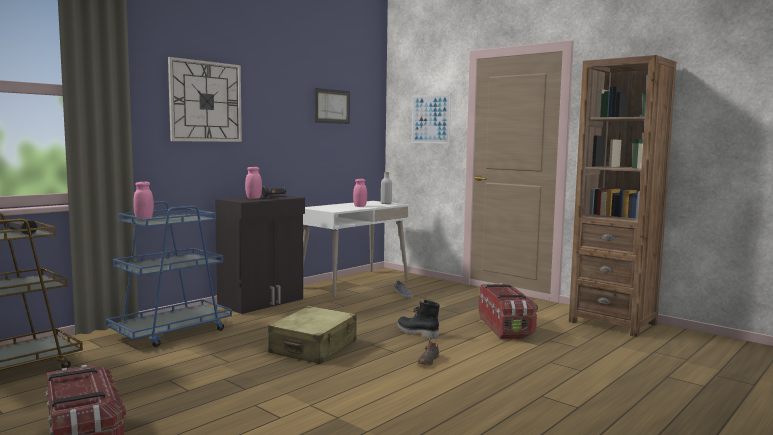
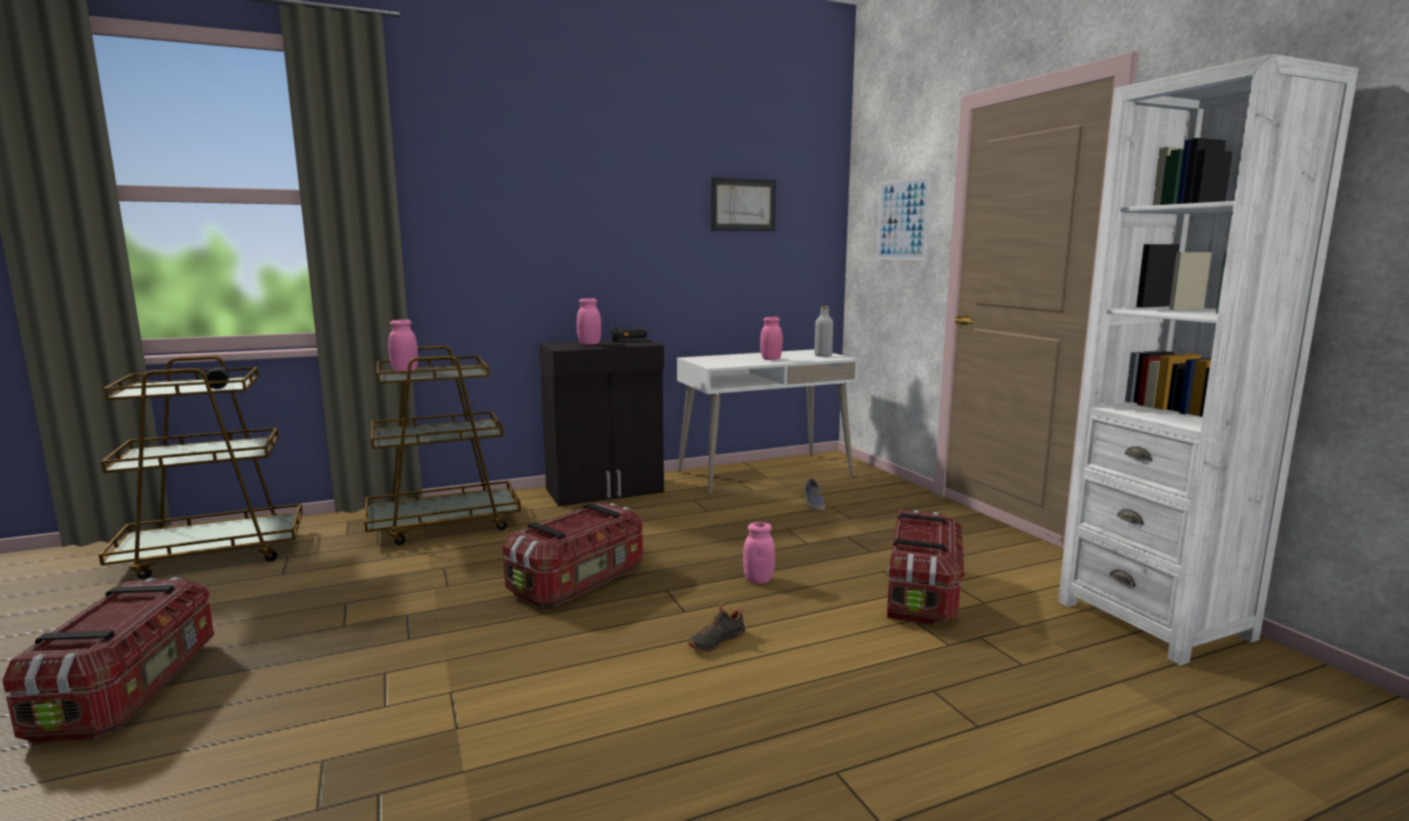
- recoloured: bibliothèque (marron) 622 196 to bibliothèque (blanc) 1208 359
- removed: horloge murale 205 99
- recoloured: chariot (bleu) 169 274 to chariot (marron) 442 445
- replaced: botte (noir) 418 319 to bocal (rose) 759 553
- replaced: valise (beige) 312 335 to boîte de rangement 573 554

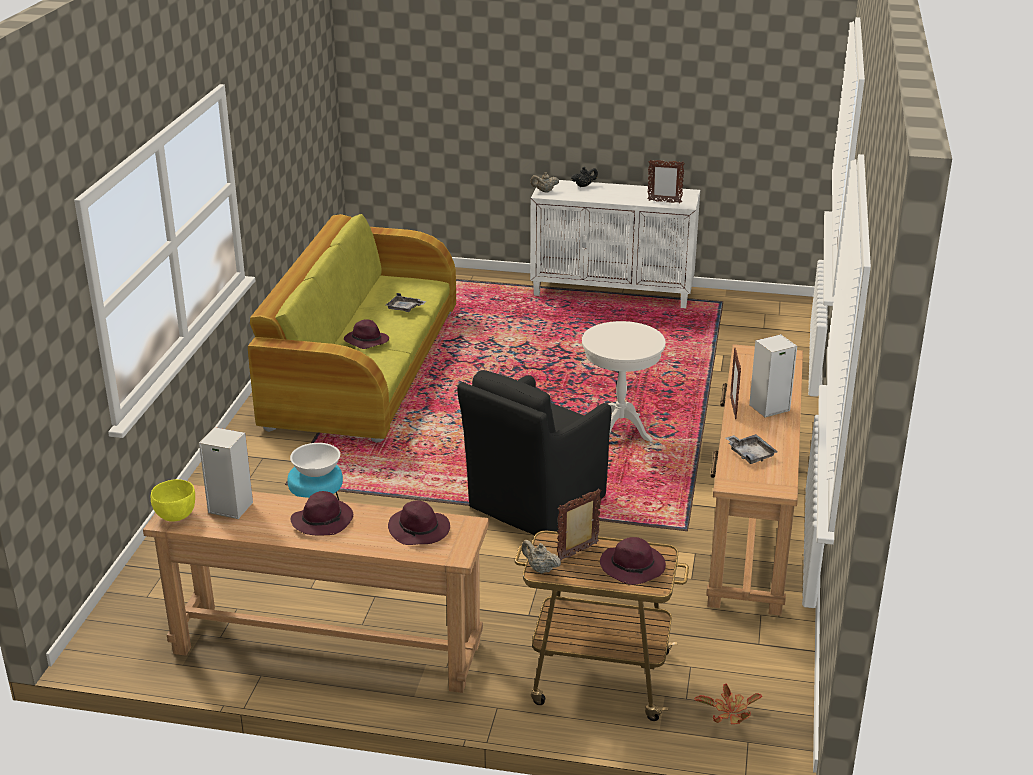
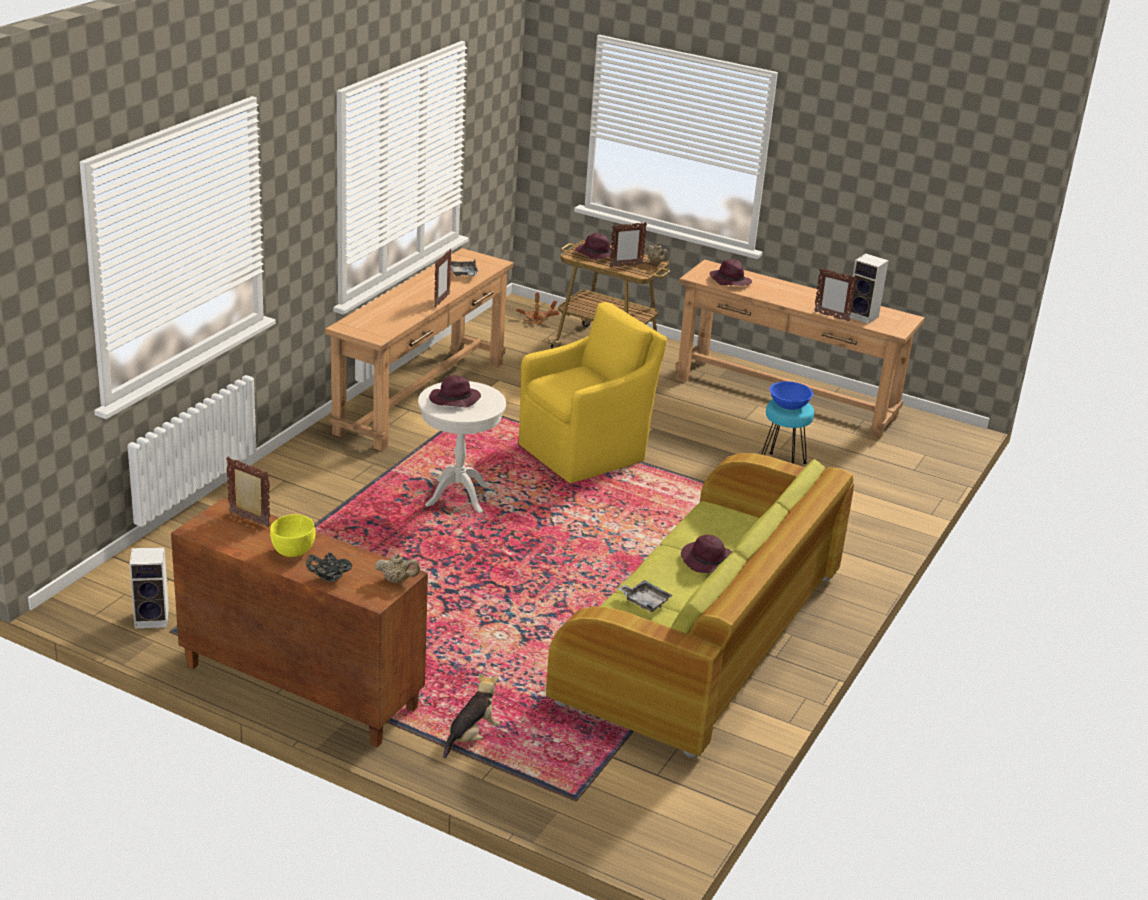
- recoloured: meuble de rangement (blanc) 615 244 to meuble de rangement (marron) 299 622
- moved: enceinte 773 376 to 149 588
- recoloured: fauteuil (noir) 534 452 to fauteuil (jaune) 593 392
- recoloured: bol (blanc) 315 460 to bol (bleu) 791 395
- moved: bol (jaune) 173 500 to 293 535
- moved: chapeau (violet) 322 513 to 455 391
- added: cadre photo 835 295
- added: peluche 471 716

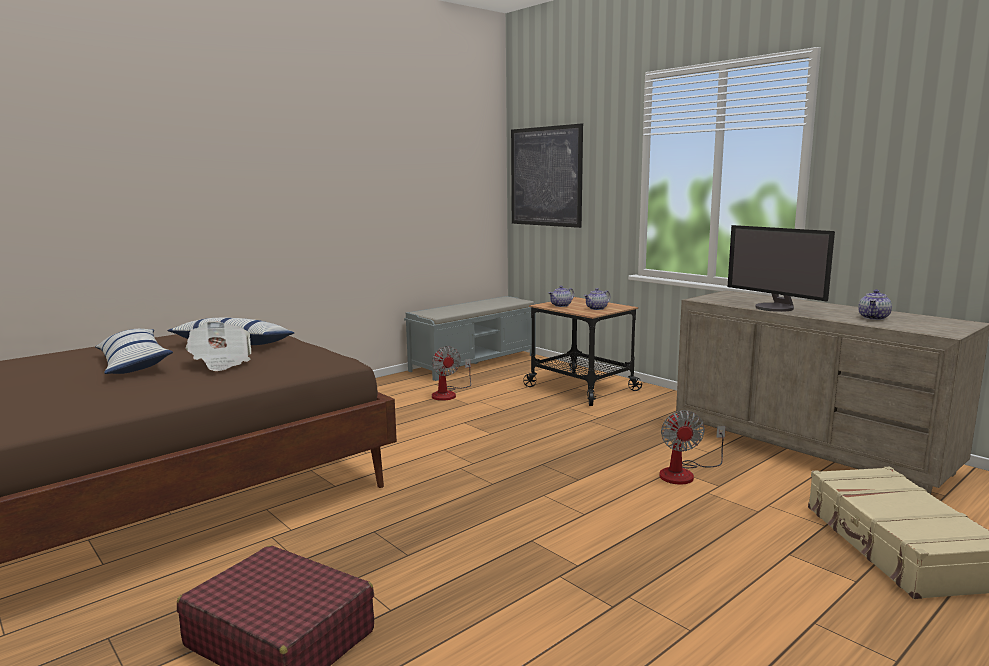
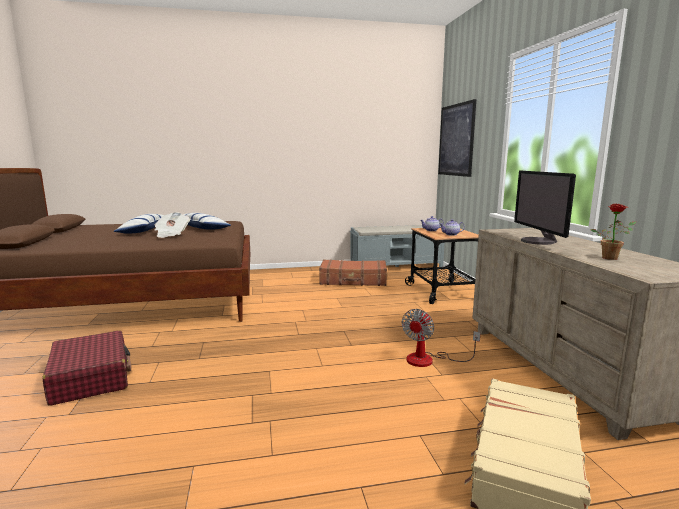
- replaced: théière 875 305 to plante en pot 613 231
- replaced: ventilateur 451 373 to valise (marron) 353 272

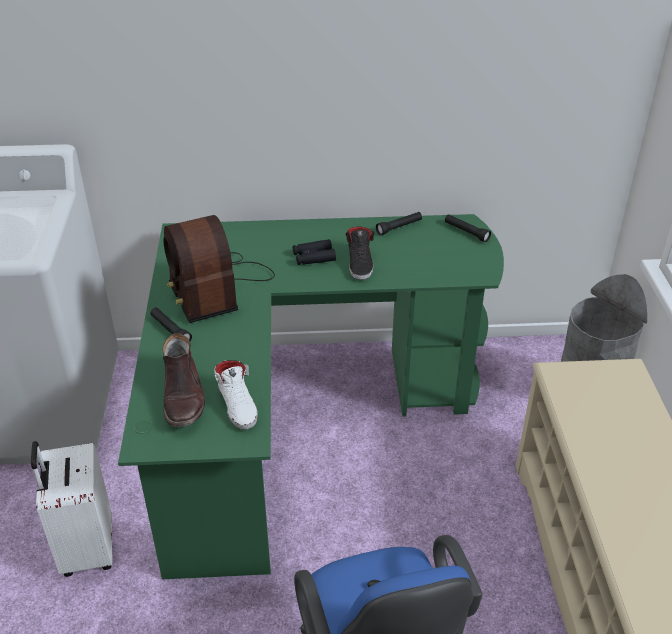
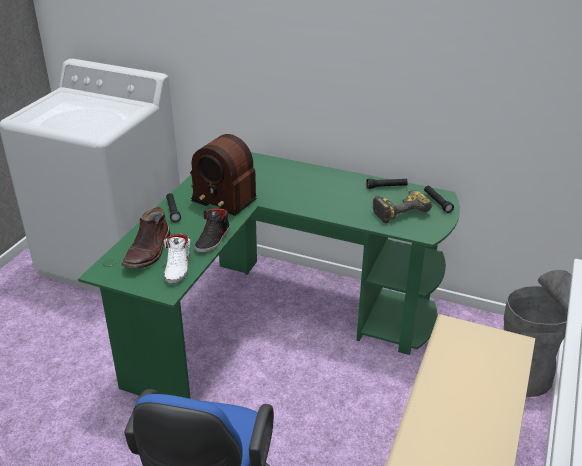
- turned: radio 219 269 = 223 175 60 degrees counterclockwise
- moved: chaussure (noir) 360 253 to 212 230
- removed: jumelles (noir) 314 252
- removed: valise (blanc) 71 509
- added: perceuse 402 206

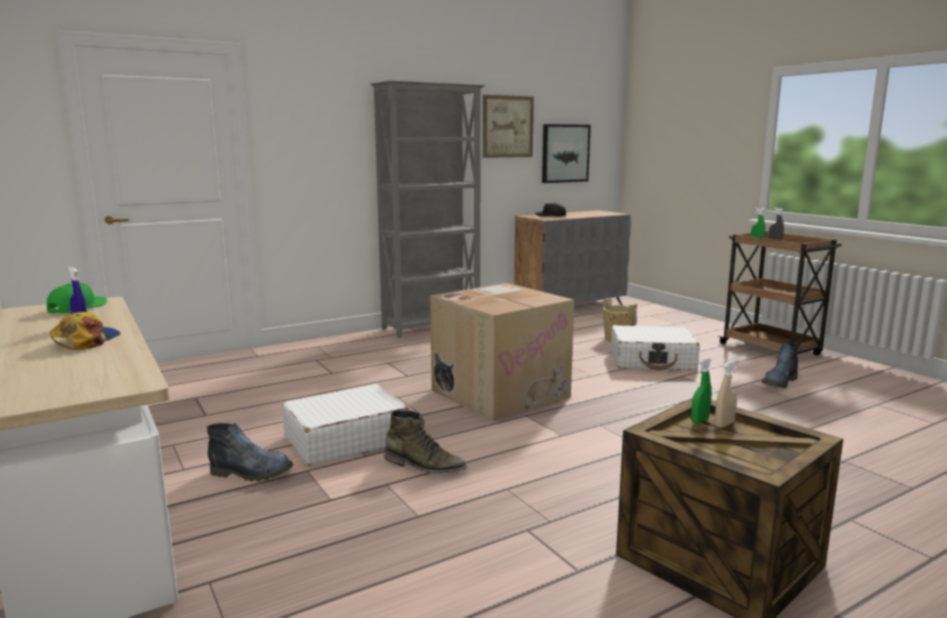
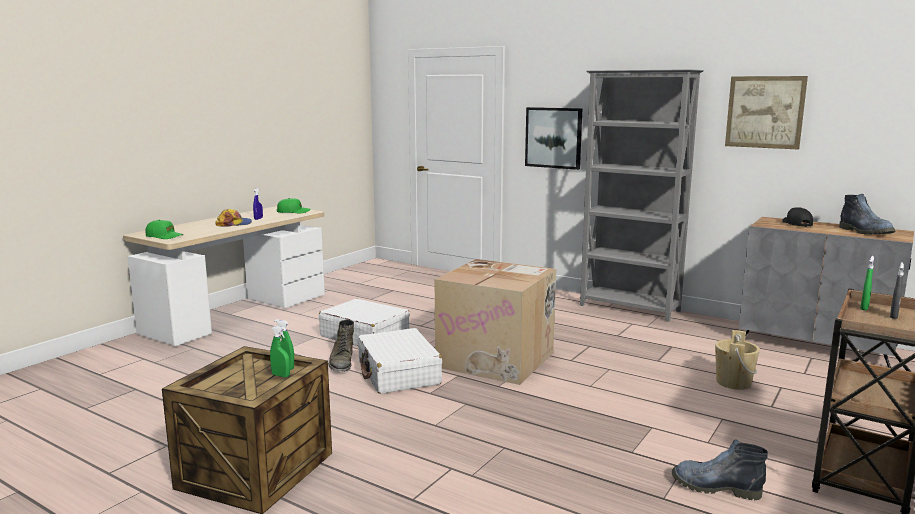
- moved: tableau 566 153 to 554 138
- moved: valise (blanc) 655 348 to 400 361
- recoloured: vaporisateur (beige) 726 394 to vaporisateur (vert) 280 351
- moved: botte 250 452 to 867 214
- added: casquette (vert) 164 229

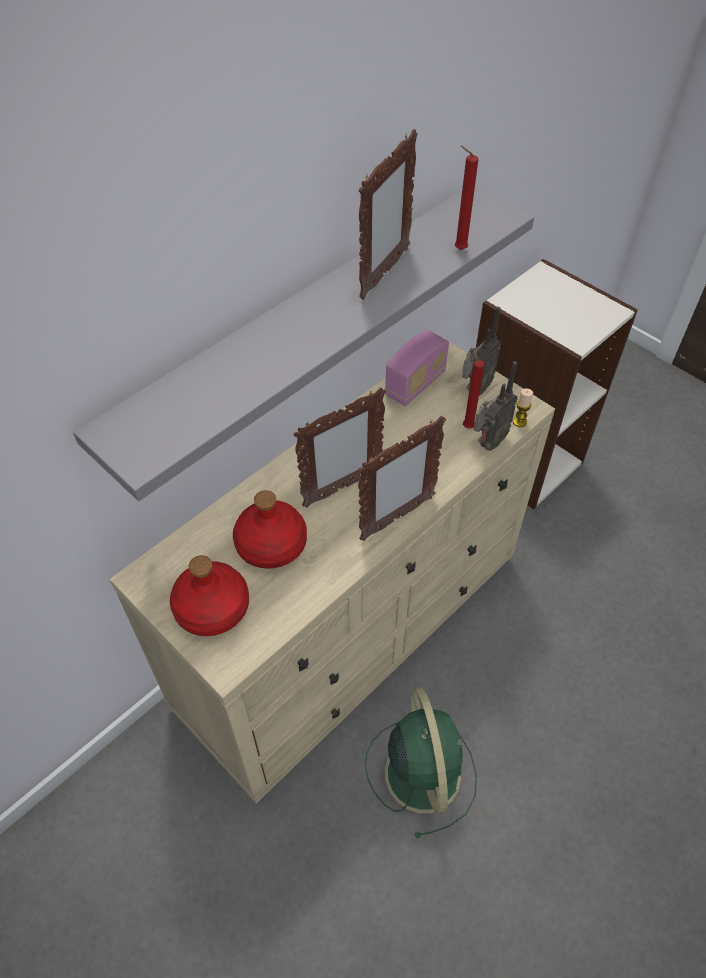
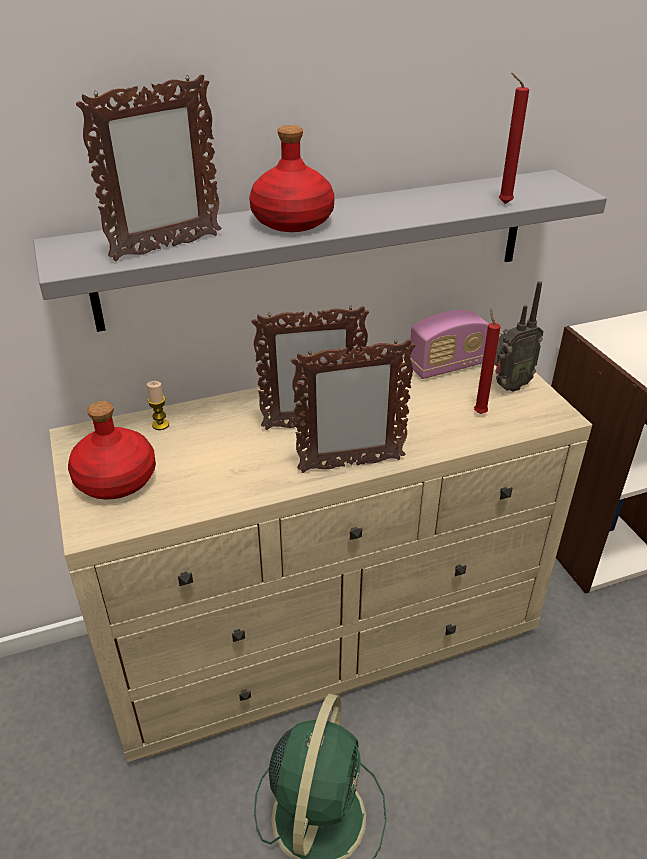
- moved: cadre photo 388 214 to 148 167
- removed: radio 496 406
- moved: bougie 523 407 to 158 405
- moved: bouteille (rouge) 270 529 to 292 178

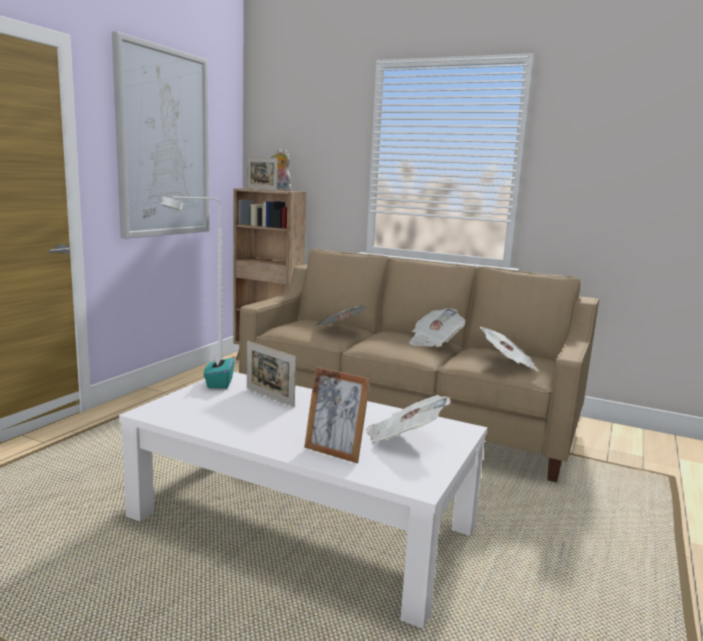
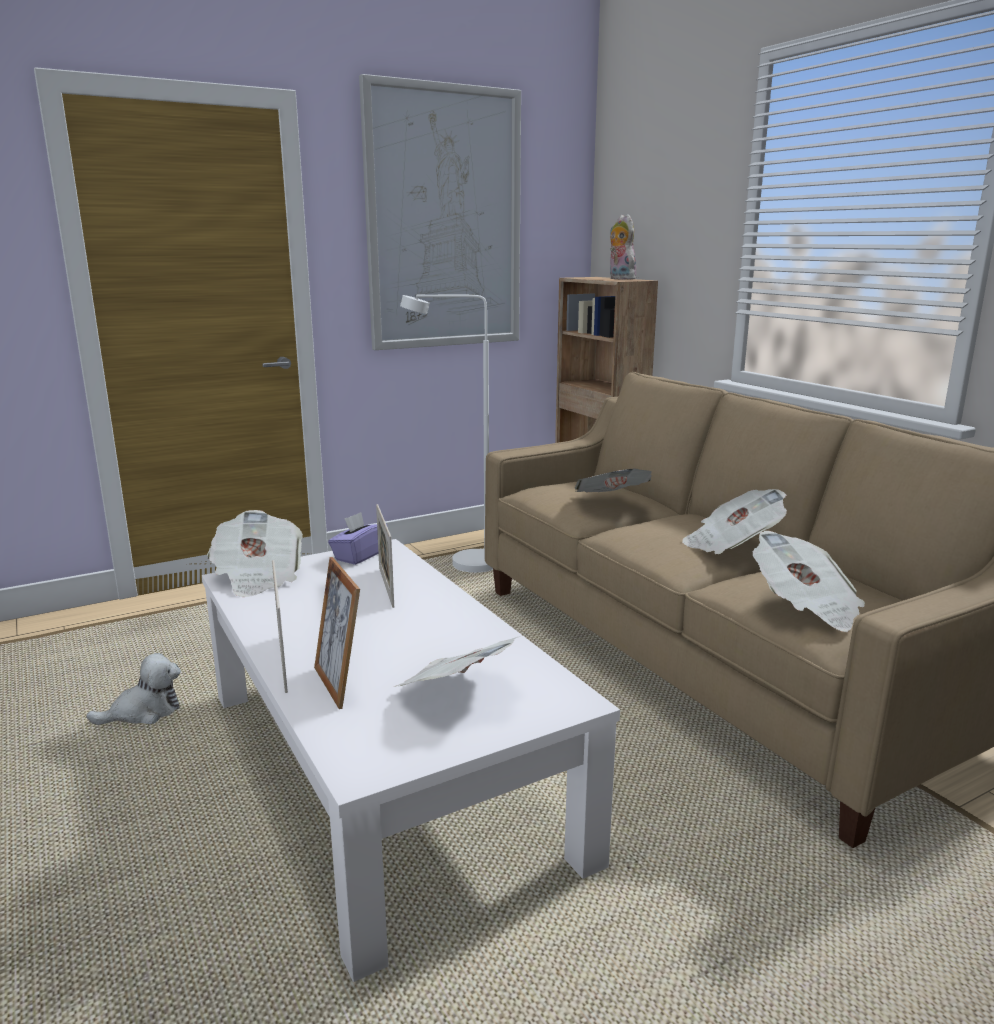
- moved: cadre photo 262 174 to 280 626
- recoloured: boîte à mouchoirs (turquoise) 219 370 to boîte à mouchoirs (violet) 358 538
- added: journal 255 553
- added: peluche 133 689

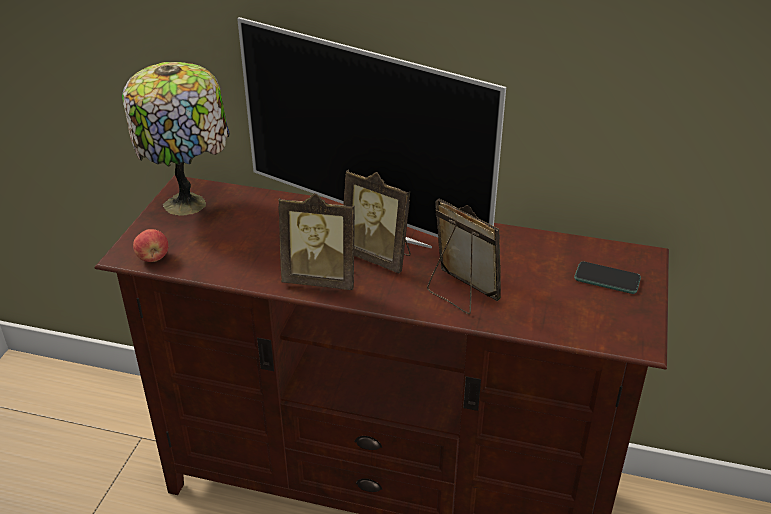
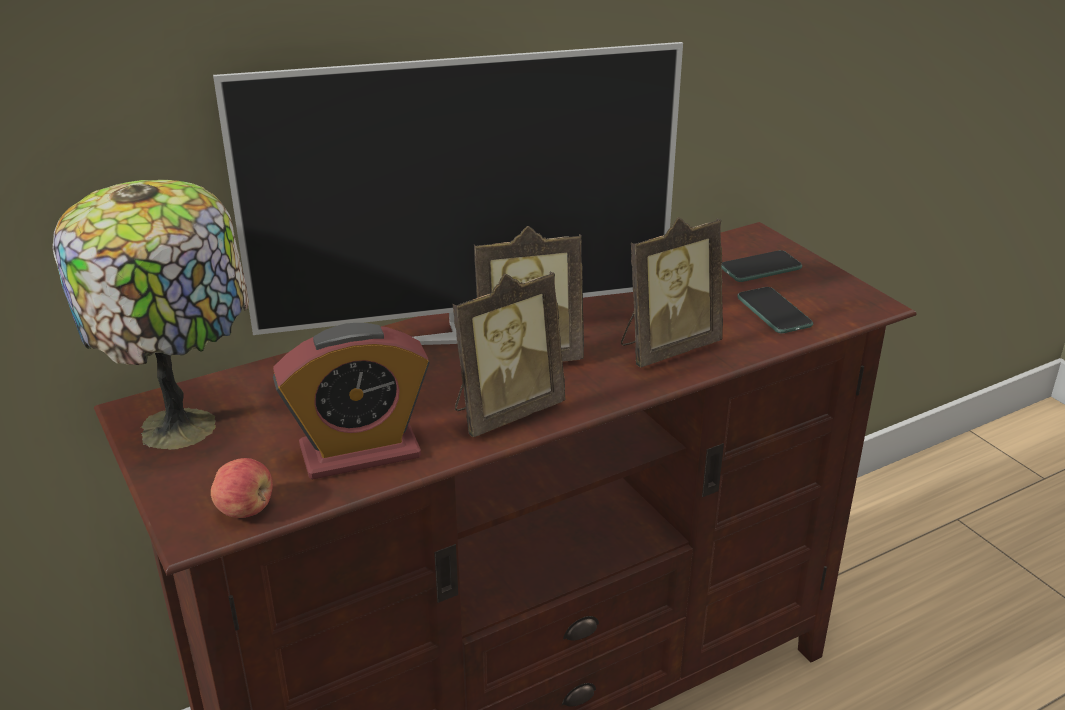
- turned: cadre photo 464 256 = 672 292 150 degrees clockwise
- added: téléphone 775 310
- added: réveil 351 401

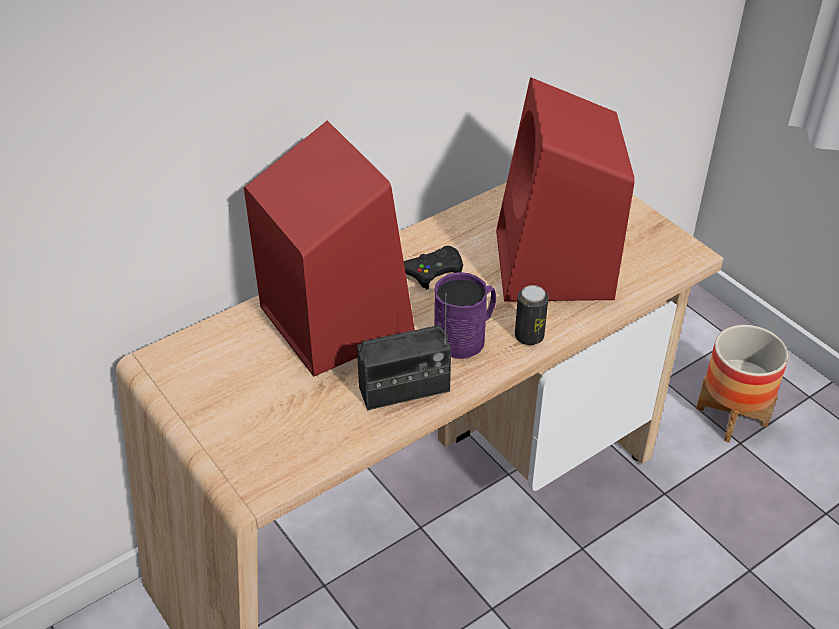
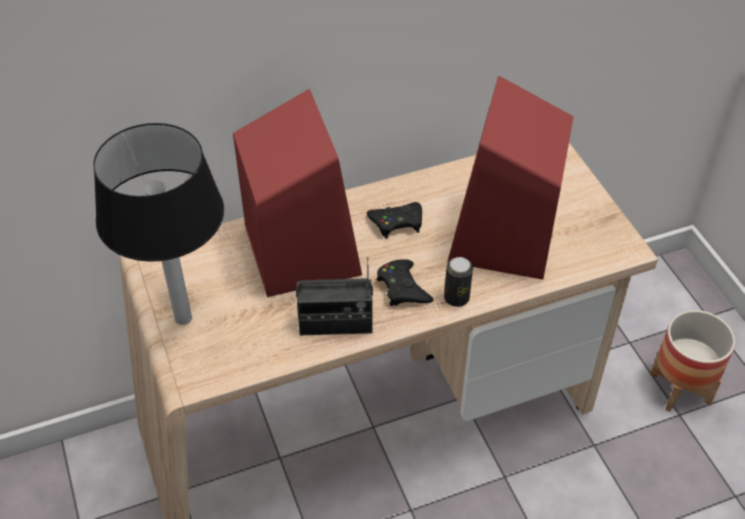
- replaced: mug (violet) 465 315 to manette (noir) 405 282
- added: lampe de table 158 224

